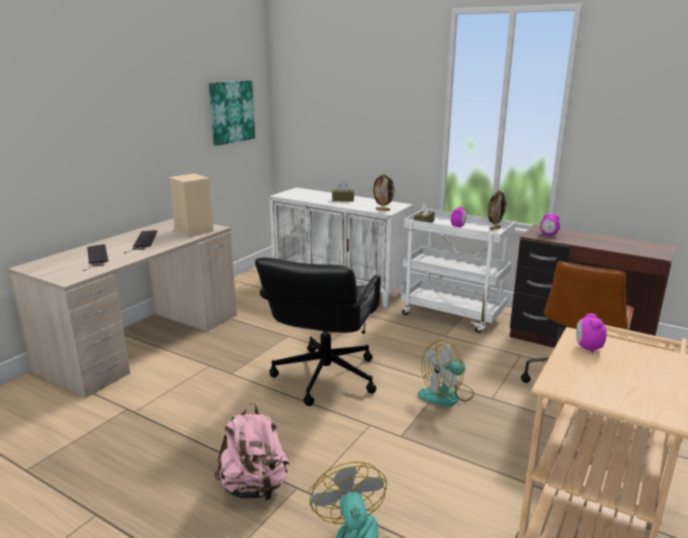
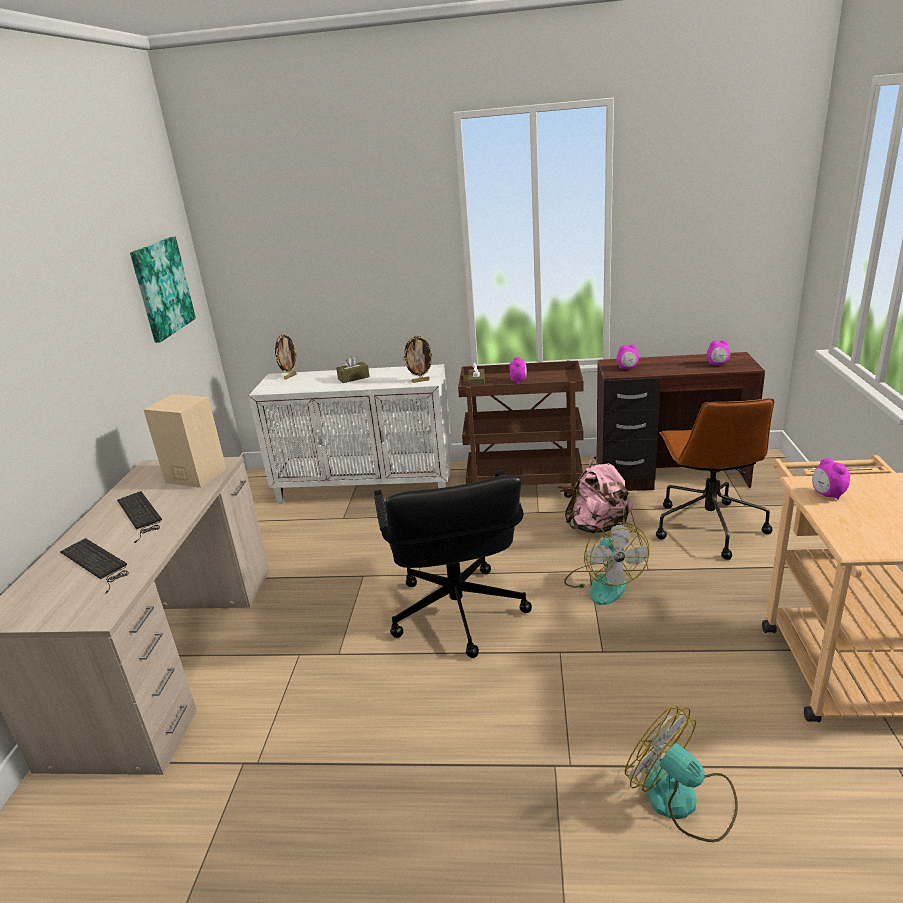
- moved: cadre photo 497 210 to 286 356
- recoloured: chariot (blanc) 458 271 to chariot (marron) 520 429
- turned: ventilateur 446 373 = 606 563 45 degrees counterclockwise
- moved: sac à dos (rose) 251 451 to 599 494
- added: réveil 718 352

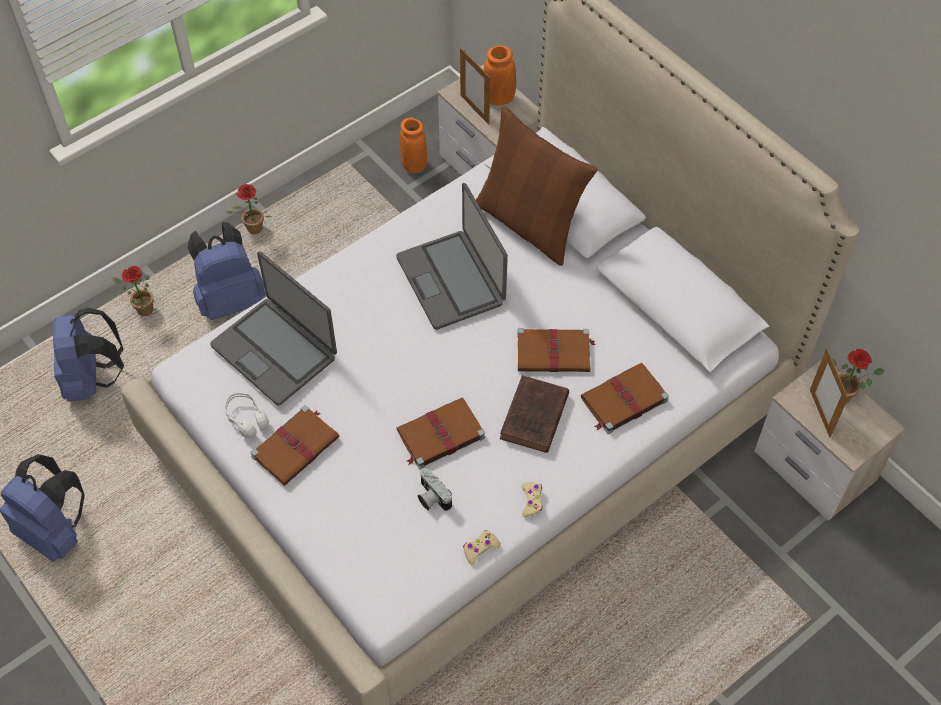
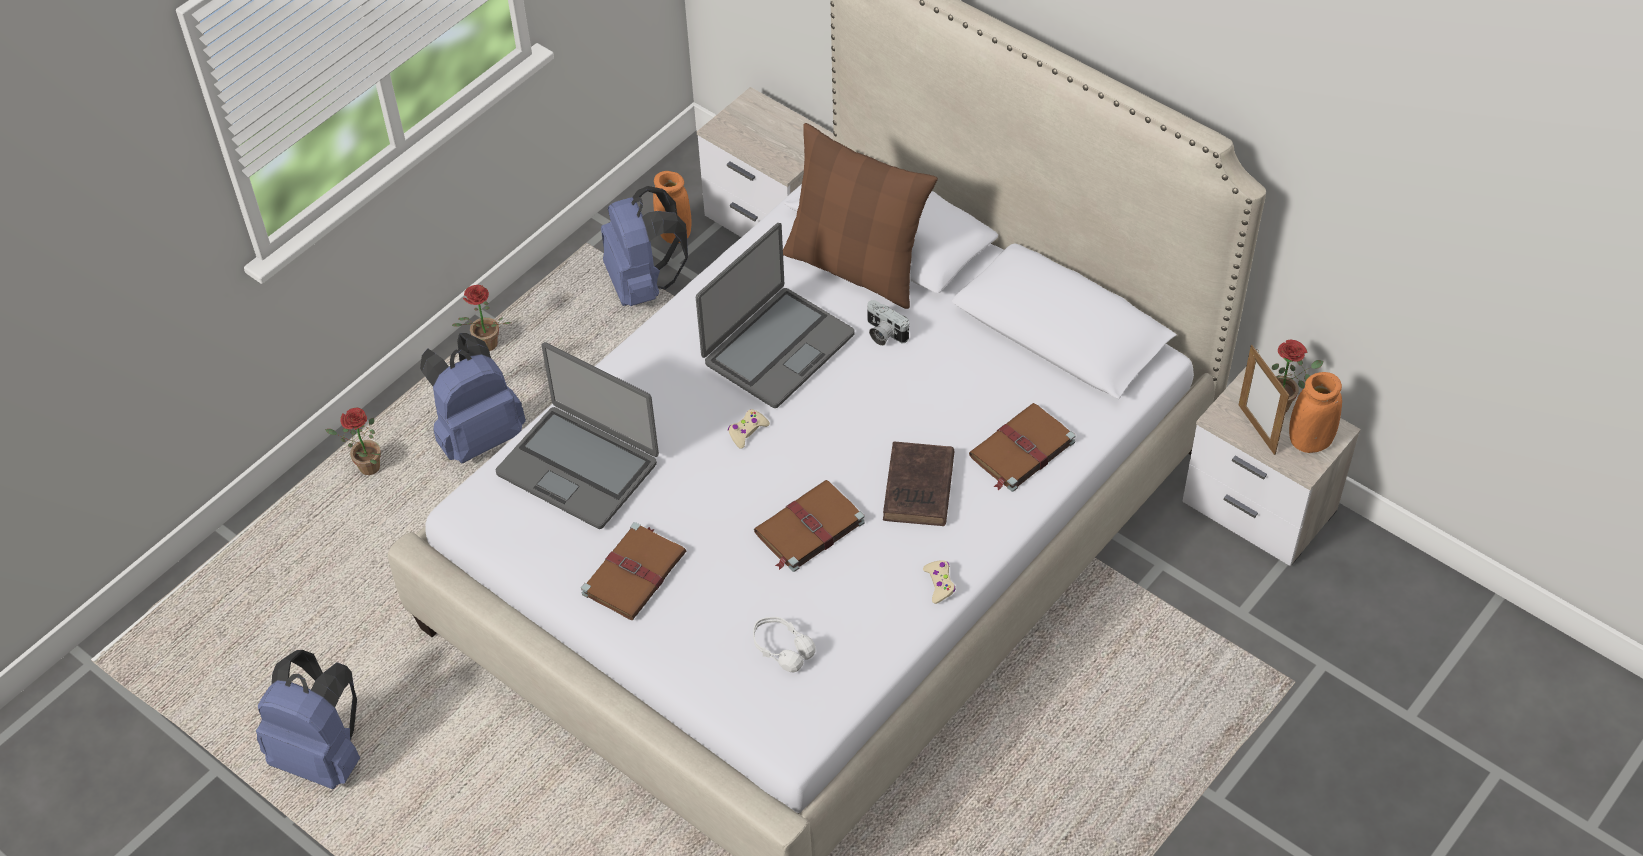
- moved: vase (orange) 499 75 to 1315 412
- removed: cadre photo 475 86
- turned: ordinateur portable 452 256 = 775 315 105 degrees counterclockwise
- moved: sac à dos (bleu) 88 354 to 644 246
- removed: livre (marron) 556 350
- moved: casque audio (blanc) 247 415 to 784 645
- moved: appareil photo 435 489 to 888 323
- moved: manette (beige) 482 547 to 749 429

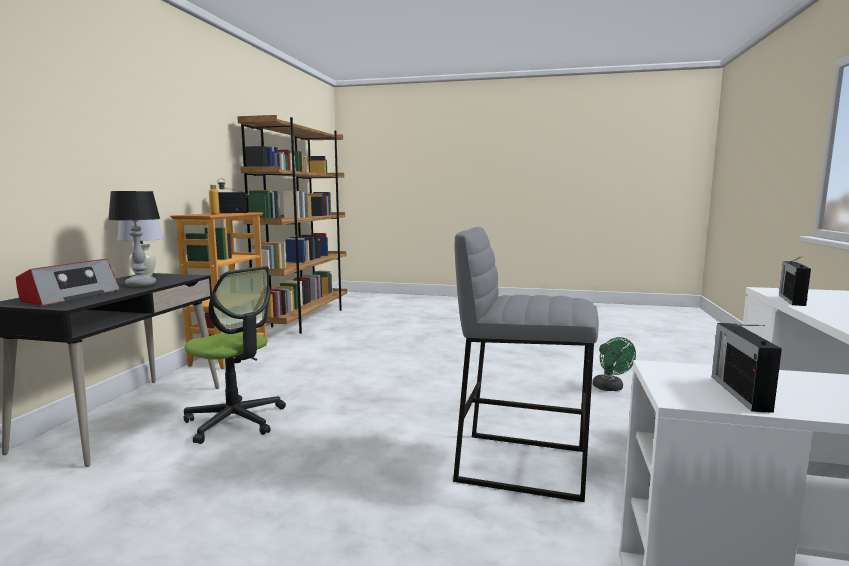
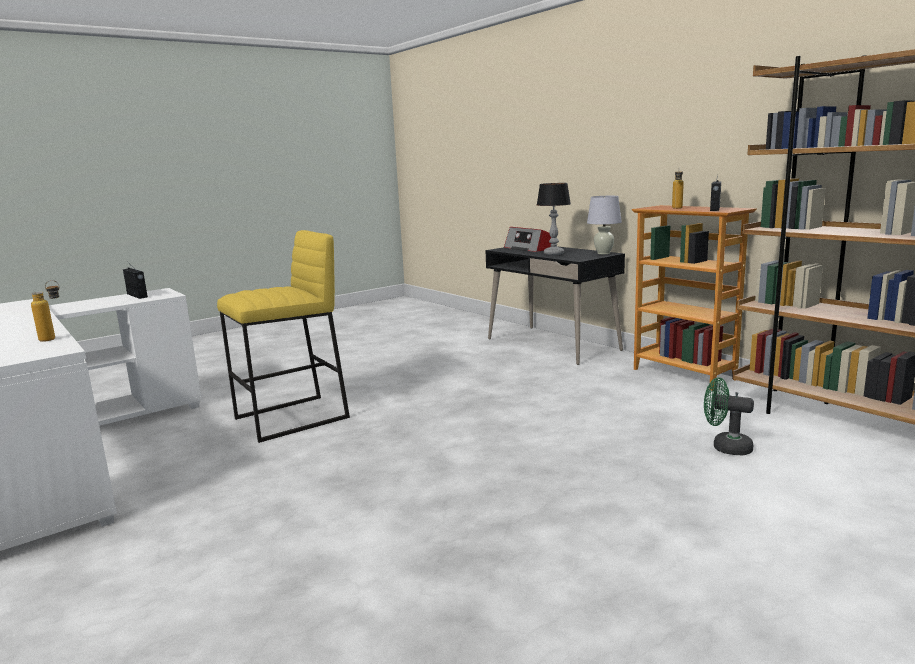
- recoloured: tabouret (gris) 526 364 to tabouret (jaune) 283 336
- replaced: radio 795 281 to bouteille 45 311
- removed: chaise de bureau 235 355
- moved: ventilateur (vert) 614 364 to 729 416

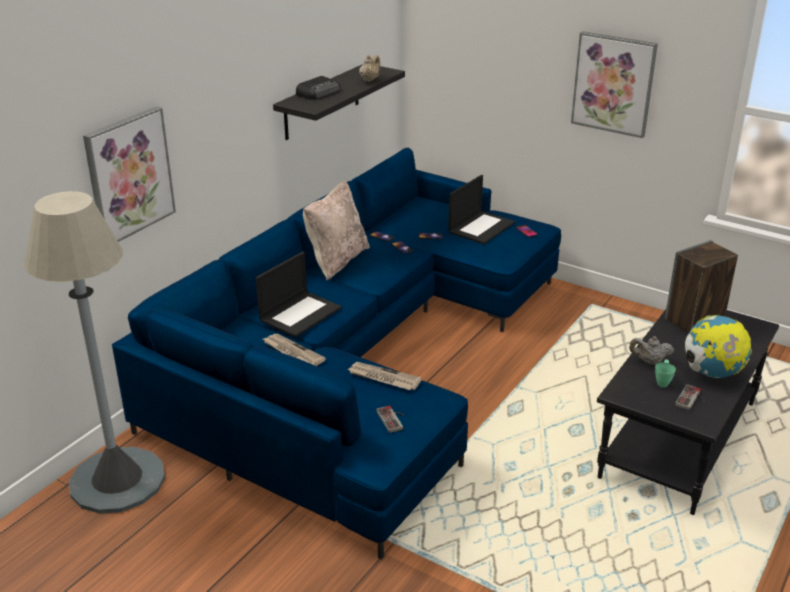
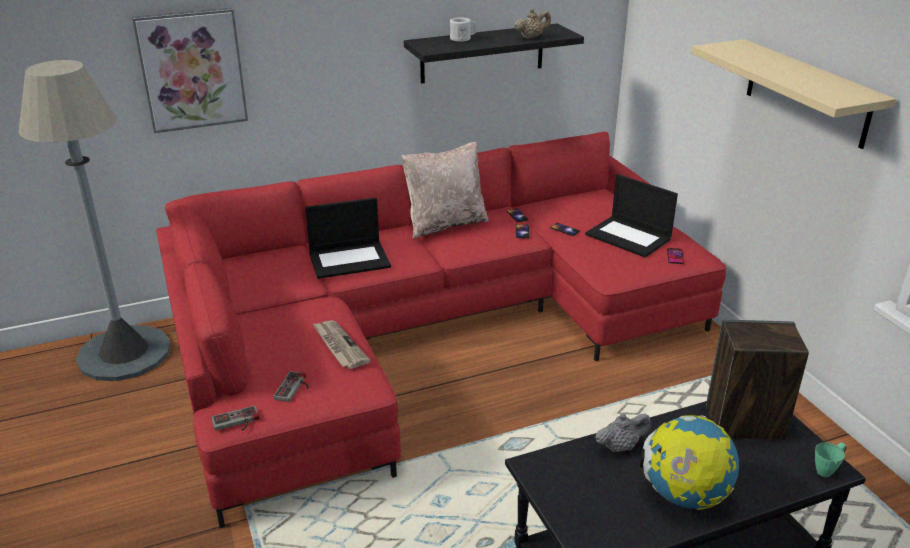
- replaced: tableau 614 84 to étagère (beige) 793 94
- replaced: radio 318 88 to mug (blanc) 463 29
- recoloured: canapé (bleu) 336 354 to canapé (rouge) 441 330
- turned: ordinateur portable 481 209 = 631 216 60 degrees clockwise
- removed: journal 294 350
- turned: théière (gris) 651 350 = 623 432 120 degrees clockwise
- moved: mug (vert) 665 373 to 831 459
- moved: manette 690 397 to 236 418

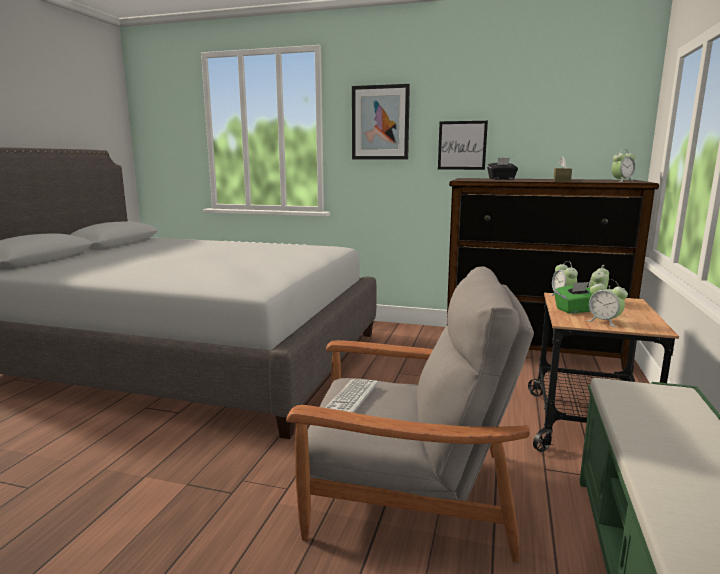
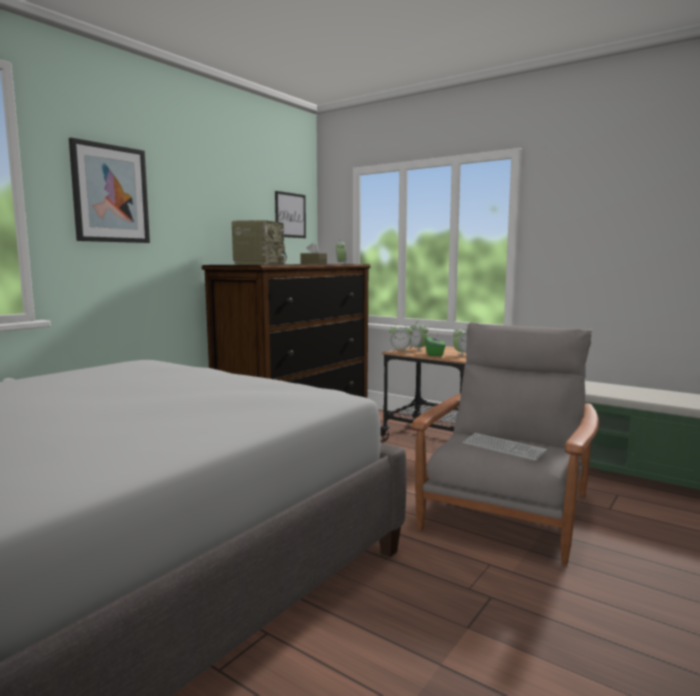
- moved: tableau 463 145 to 290 214
- replaced: boîte à mouchoirs (noir) 502 168 to radio 259 242

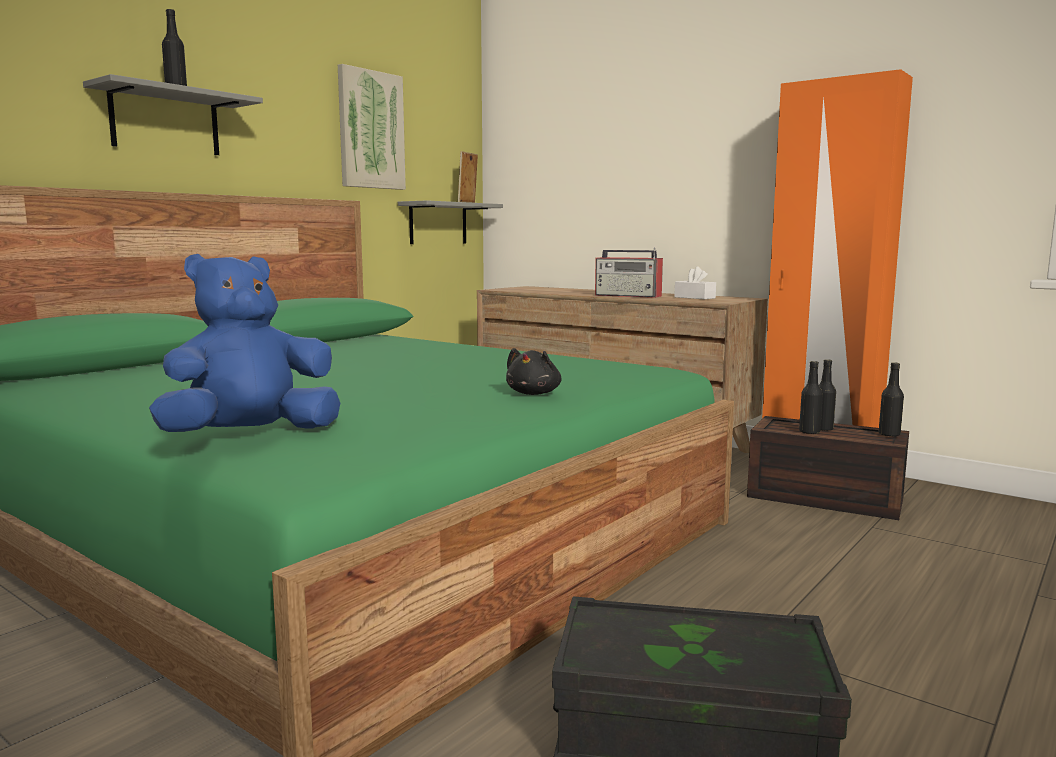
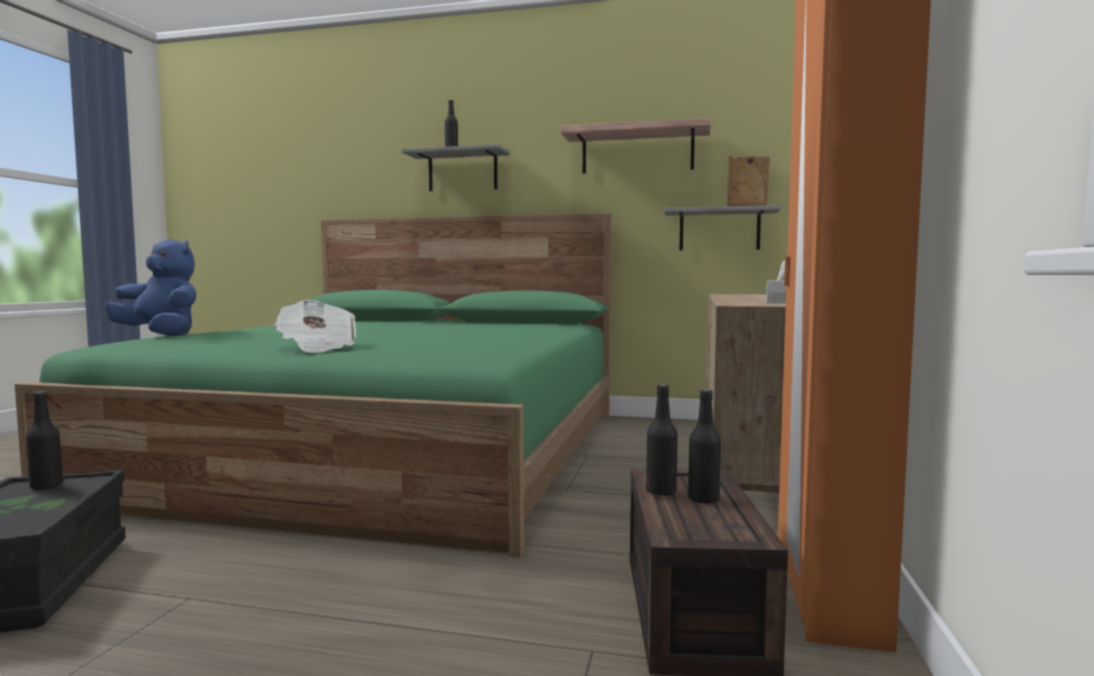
- replaced: tableau 372 127 to étagère 635 146
- removed: radio 629 273
- replaced: peluche (noir) 533 371 to journal 315 326
- moved: bouteille (noir) 891 399 to 44 440

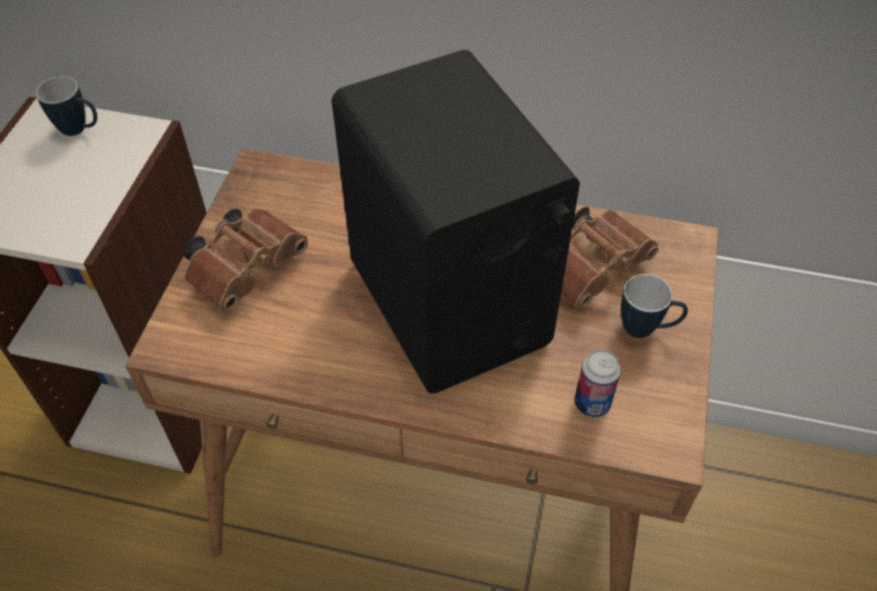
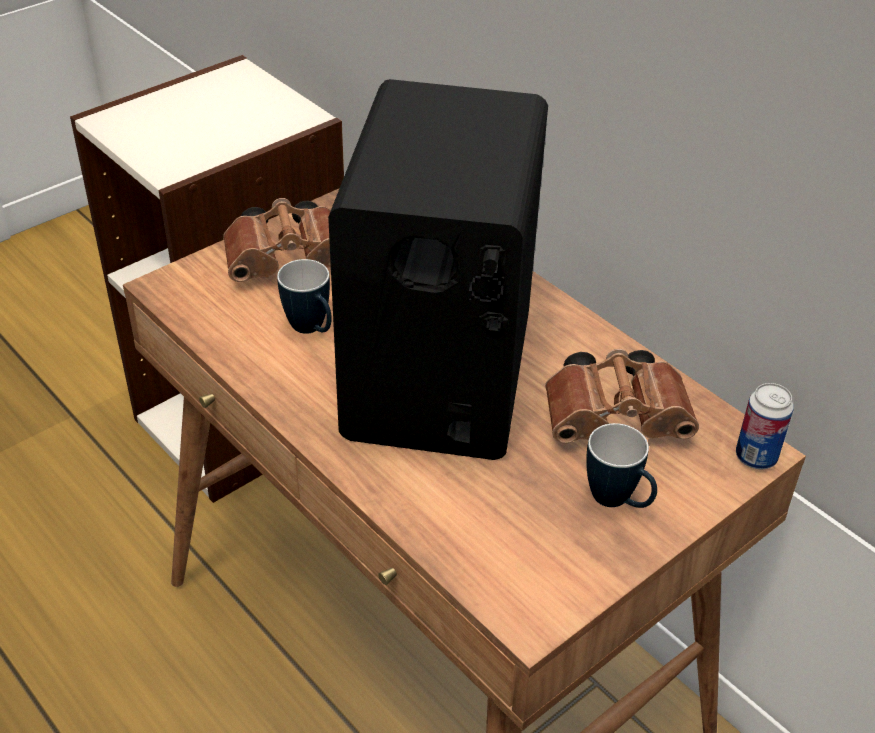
- moved: mug 66 106 to 304 296
- moved: boîte métallique 598 383 to 765 426

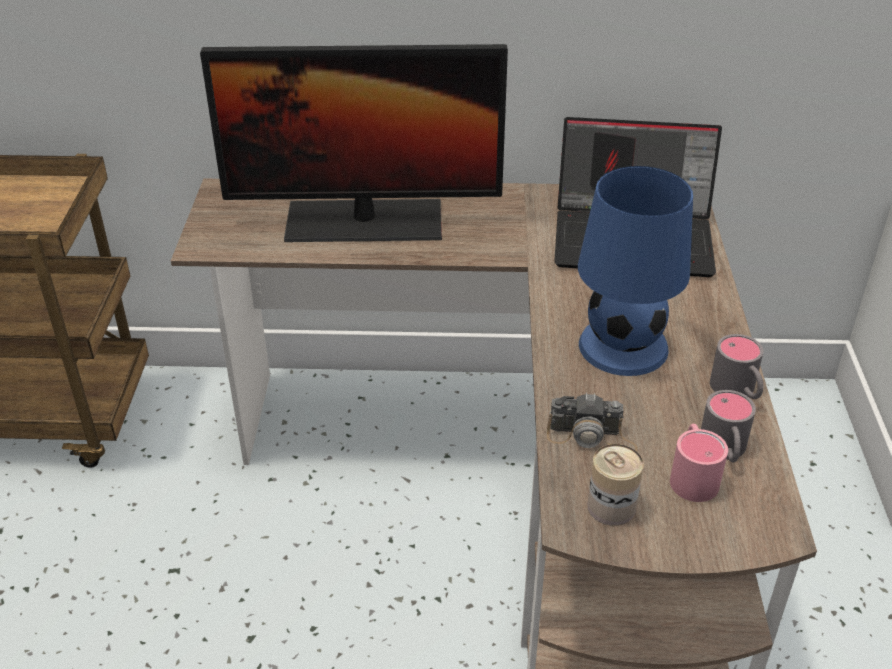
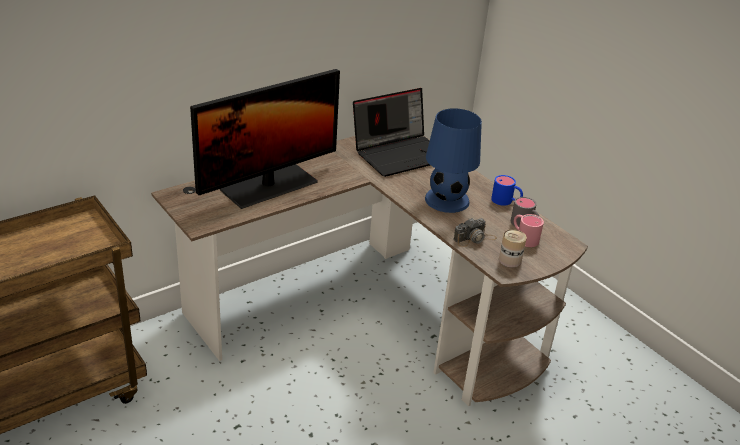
- recoloured: mug (gris) 737 366 to mug (bleu) 507 190

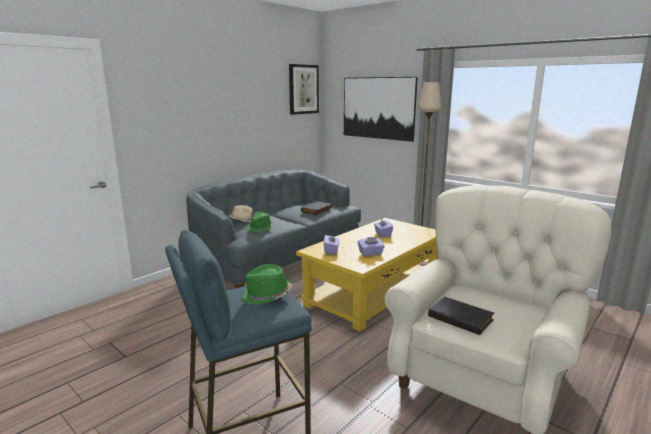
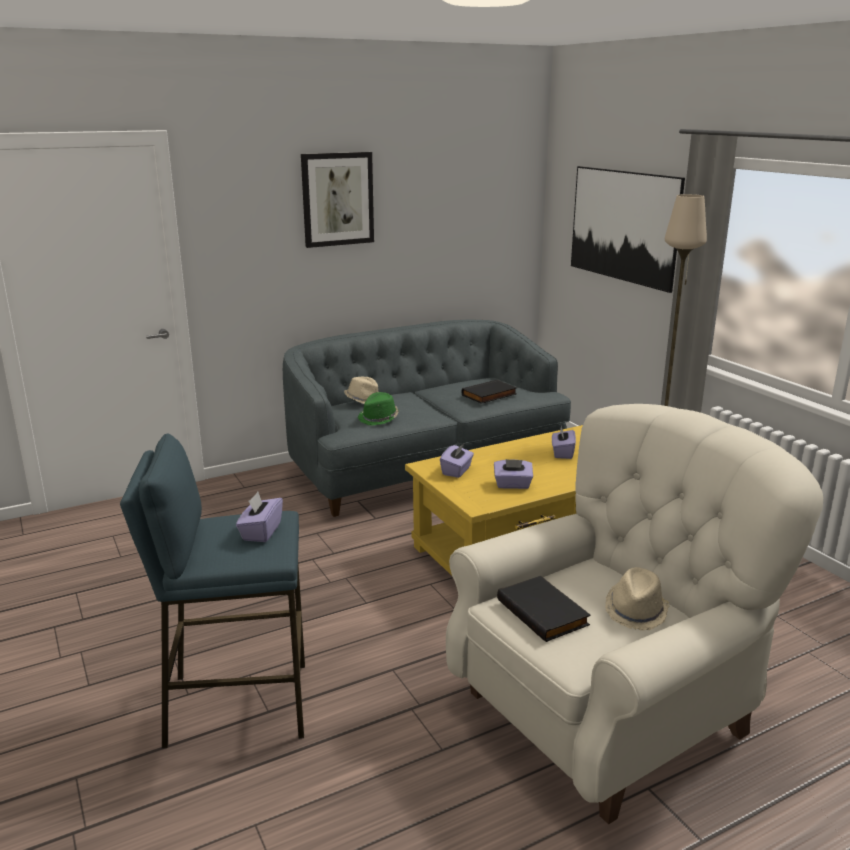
- moved: tableau 304 89 to 337 200
- replaced: chapeau (vert) 266 284 to boîte à mouchoirs (violet) 259 517
- added: chapeau (beige) 637 598

